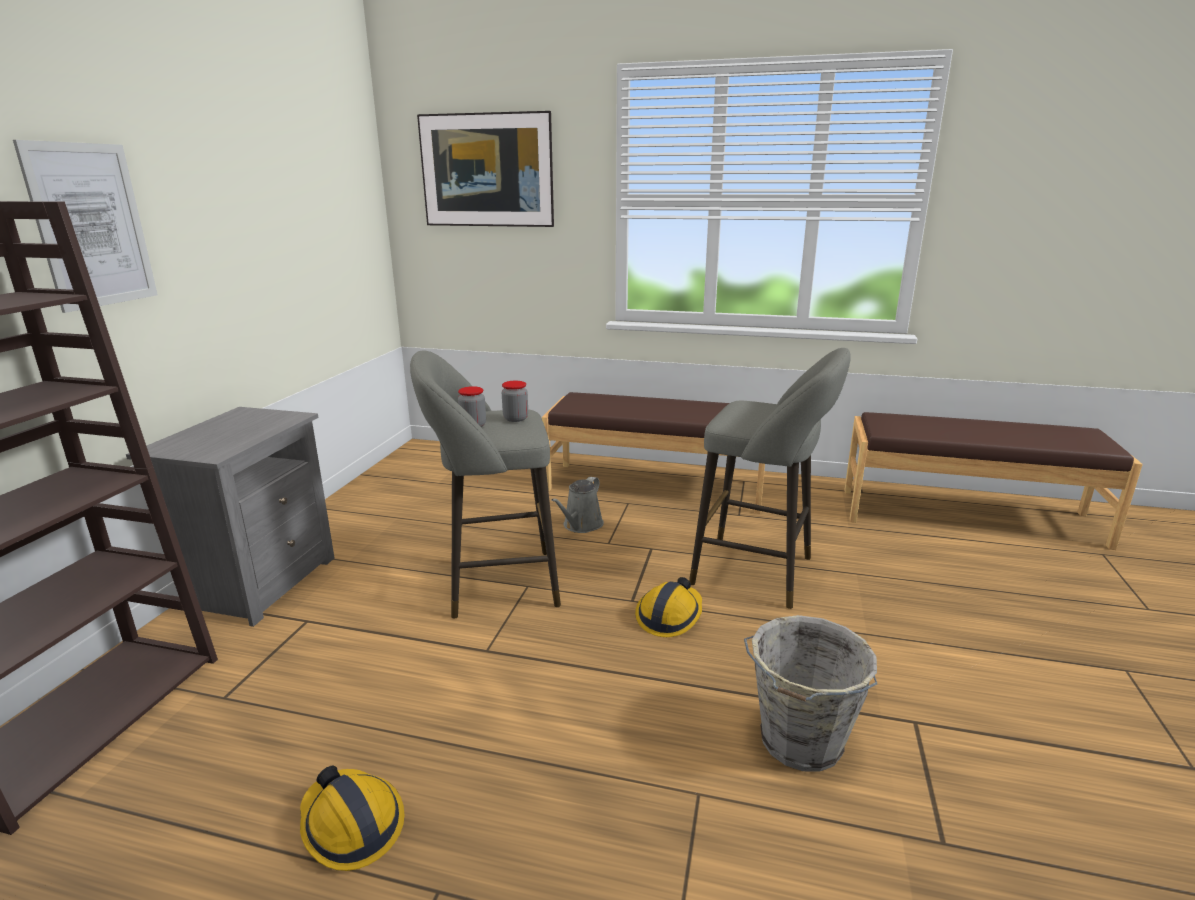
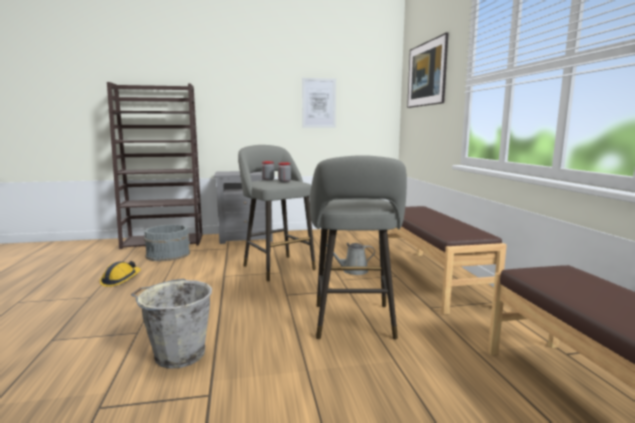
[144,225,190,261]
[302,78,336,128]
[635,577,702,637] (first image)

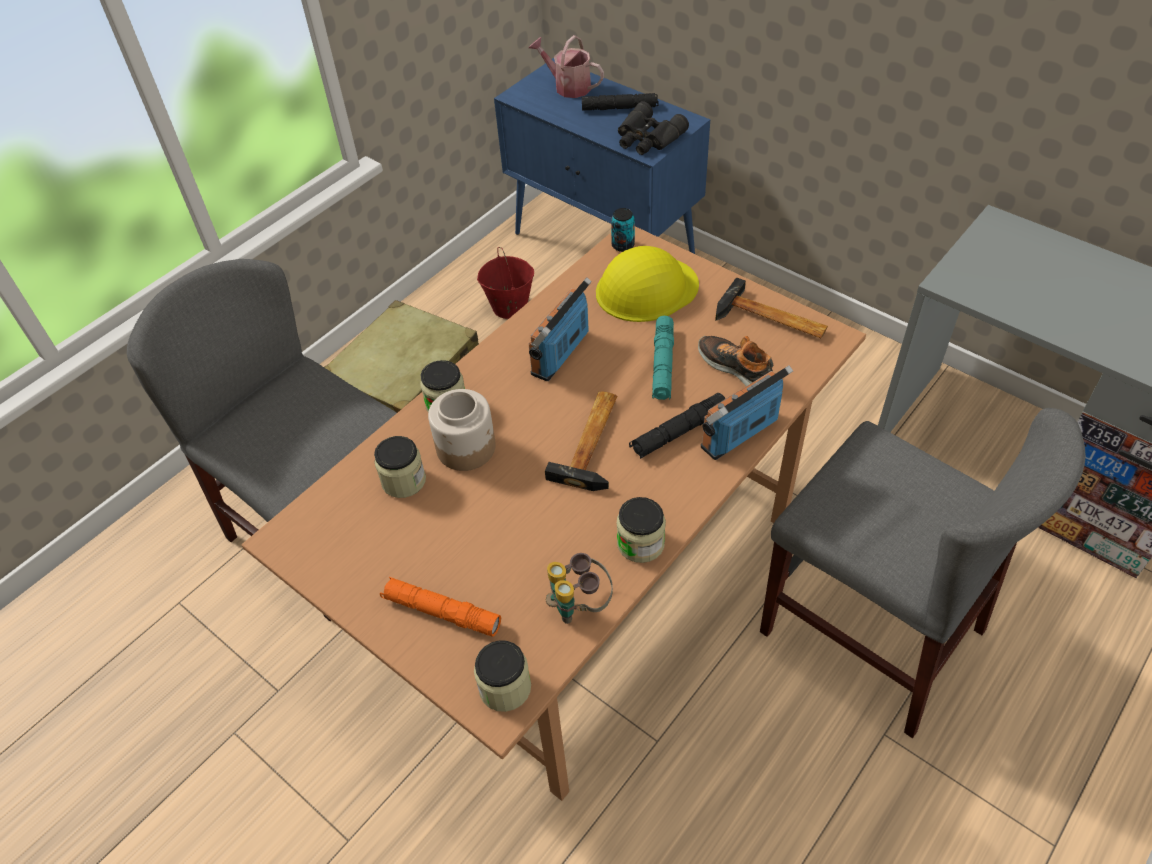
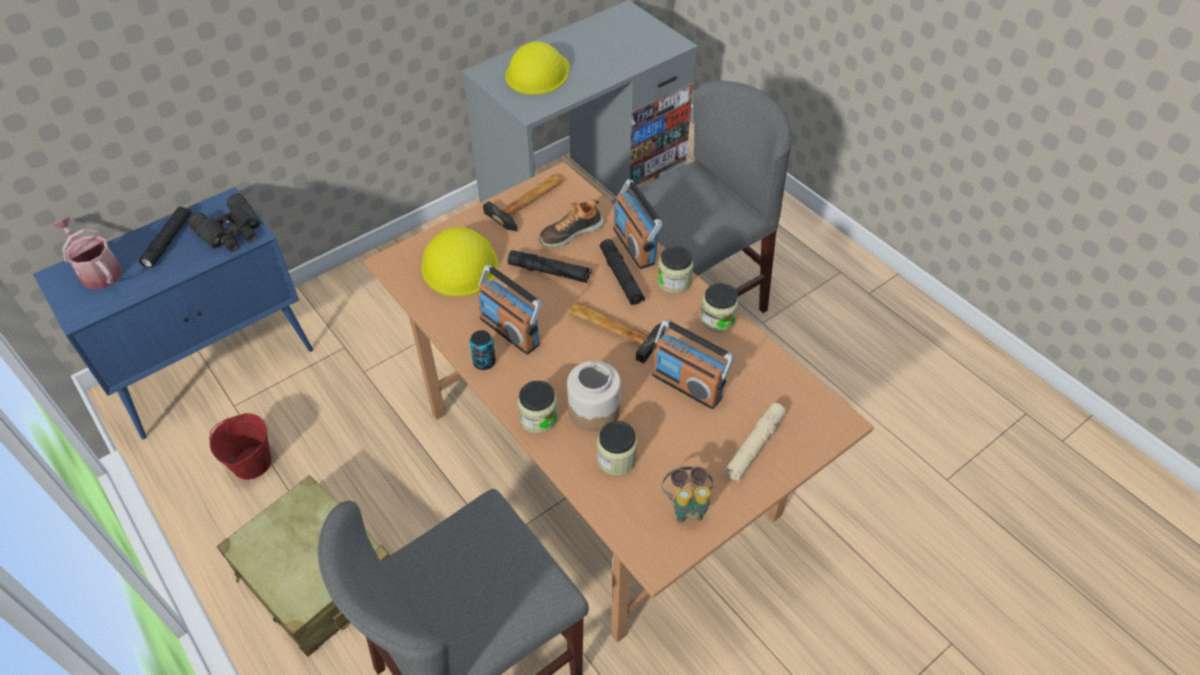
[53,217,122,290]
[470,330,496,370]
[505,41,570,95]
[508,250,592,283]
[652,319,734,409]
[658,246,693,294]
[662,466,713,523]
[723,403,786,483]

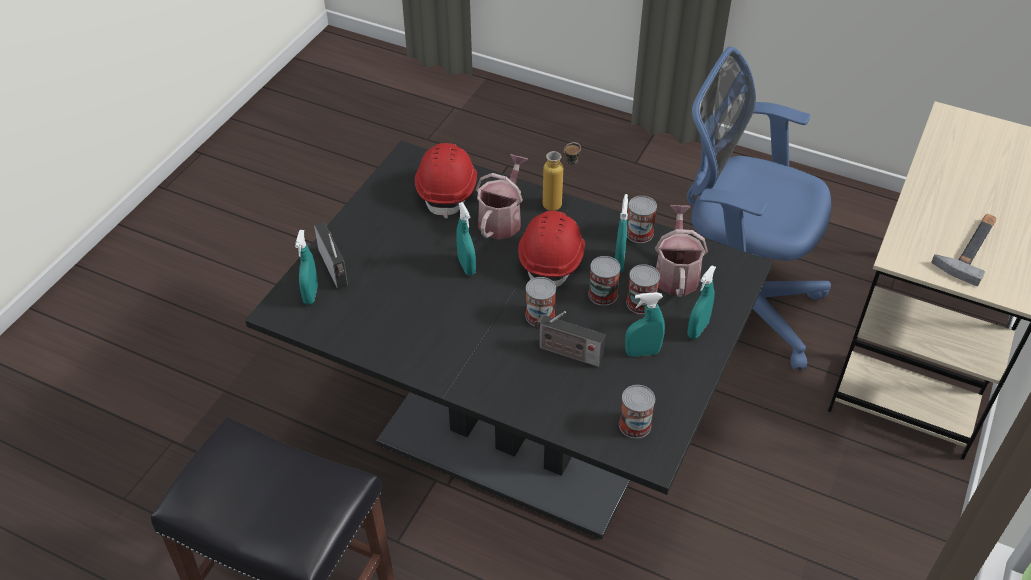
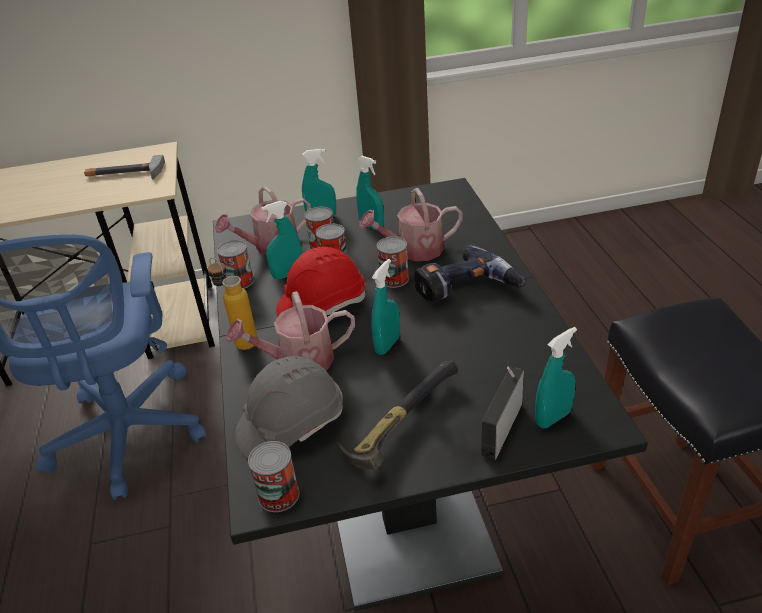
[235,356,343,458]
[248,441,300,512]
[337,361,458,470]
[359,188,463,261]
[414,245,525,302]

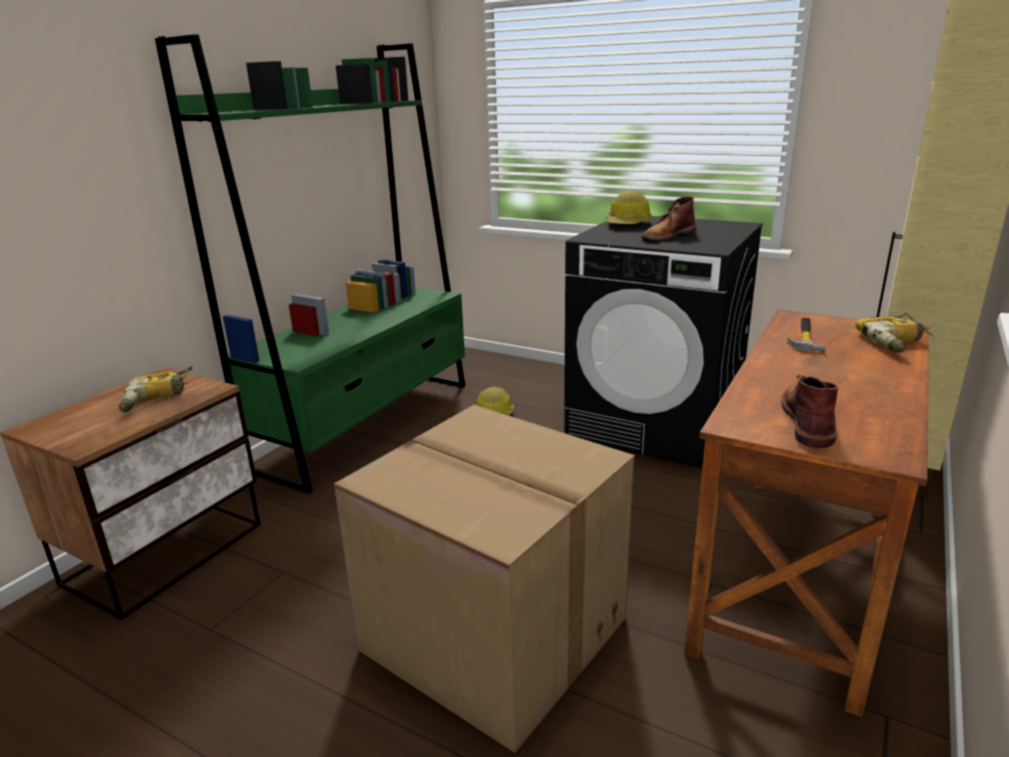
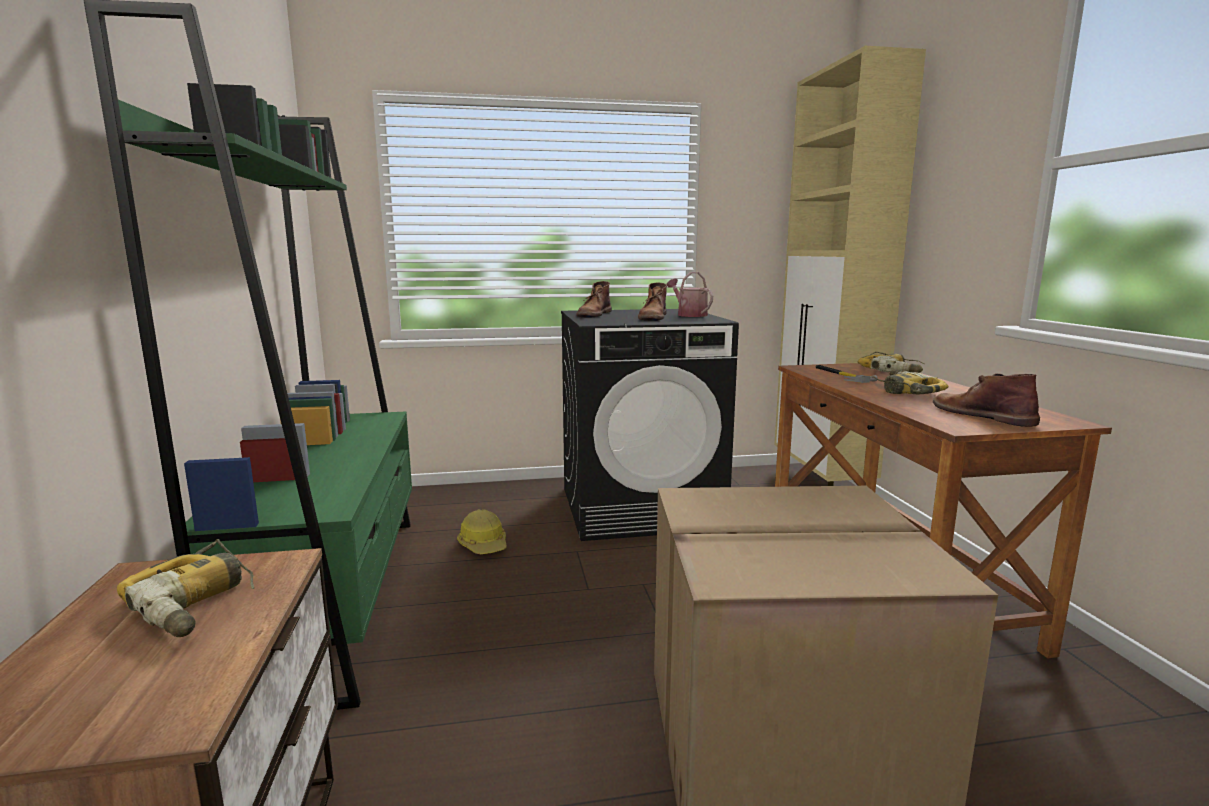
[576,281,612,317]
[667,272,713,317]
[871,369,948,394]

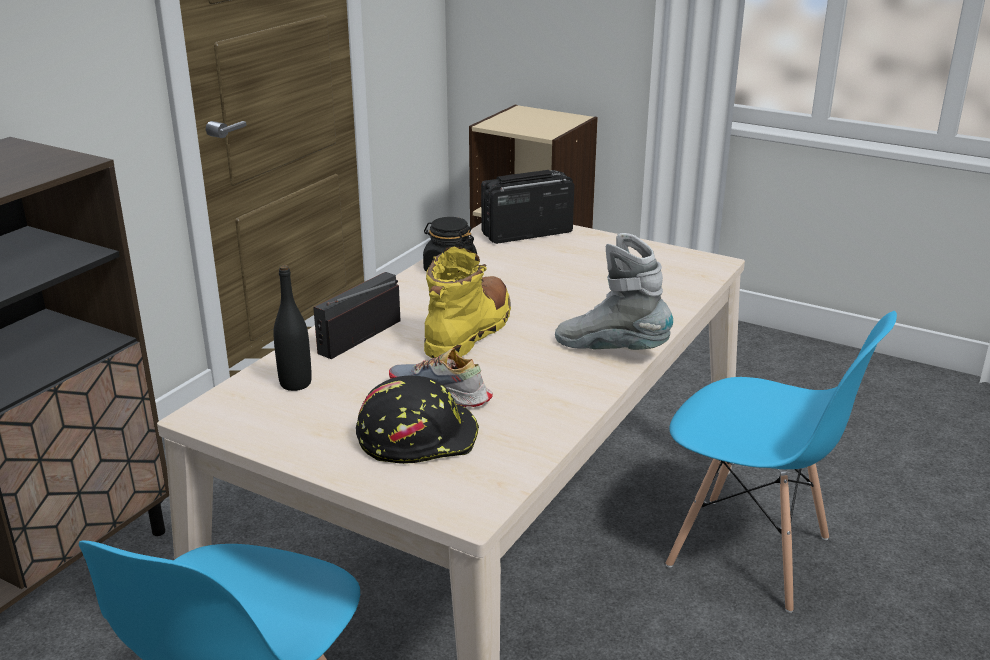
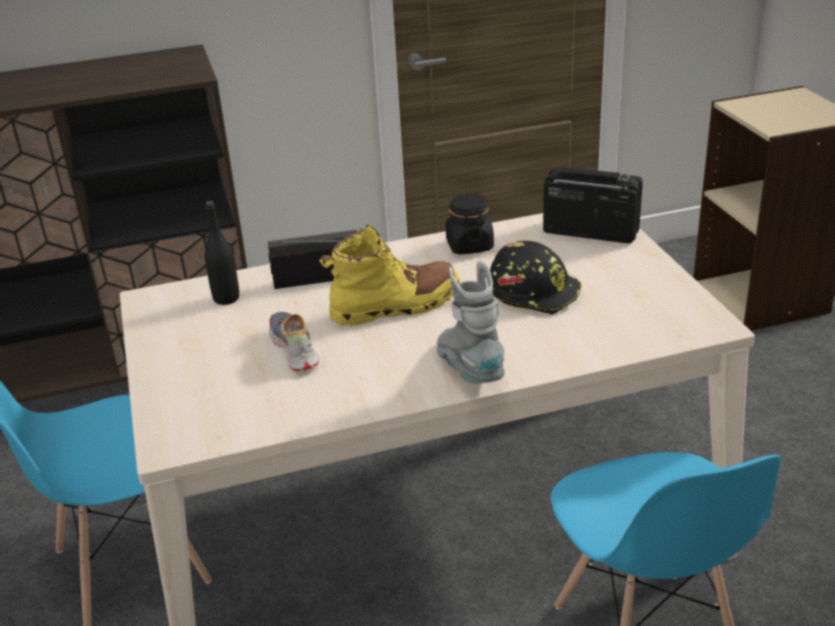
[490,241,582,314]

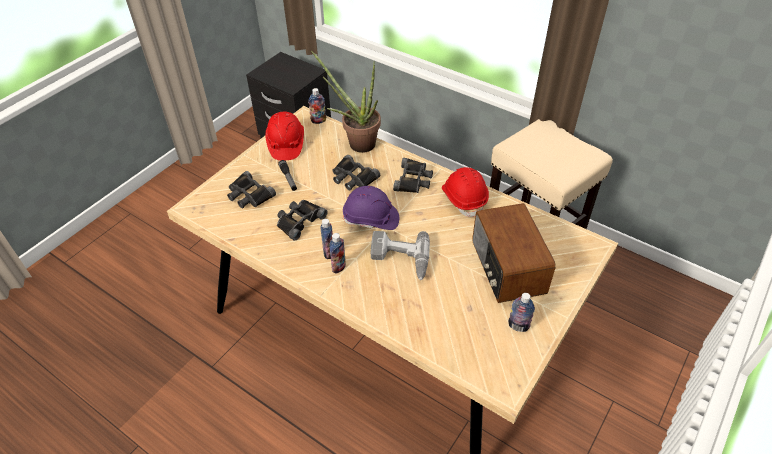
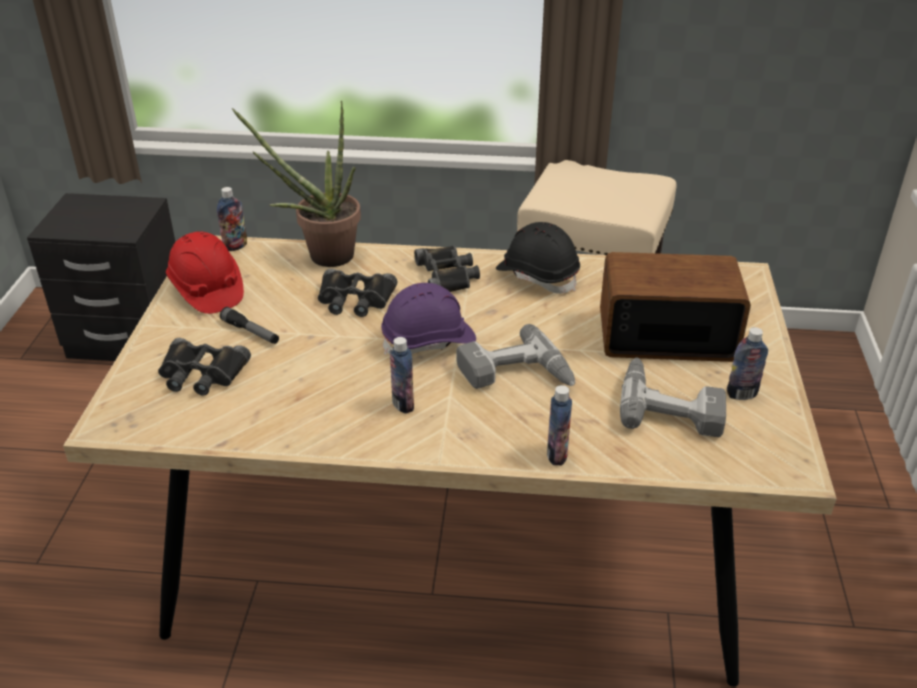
[496,222,580,294]
[547,385,572,465]
[600,252,751,362]
[620,357,726,437]
[277,200,328,241] (first image)

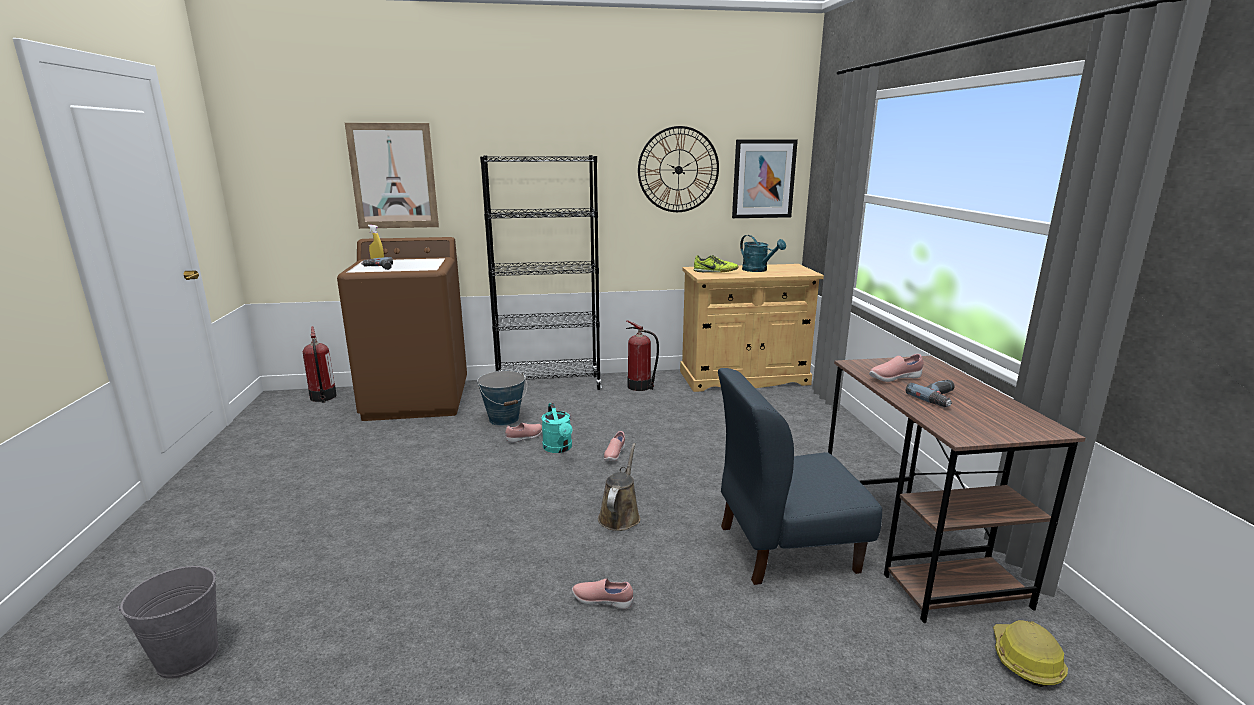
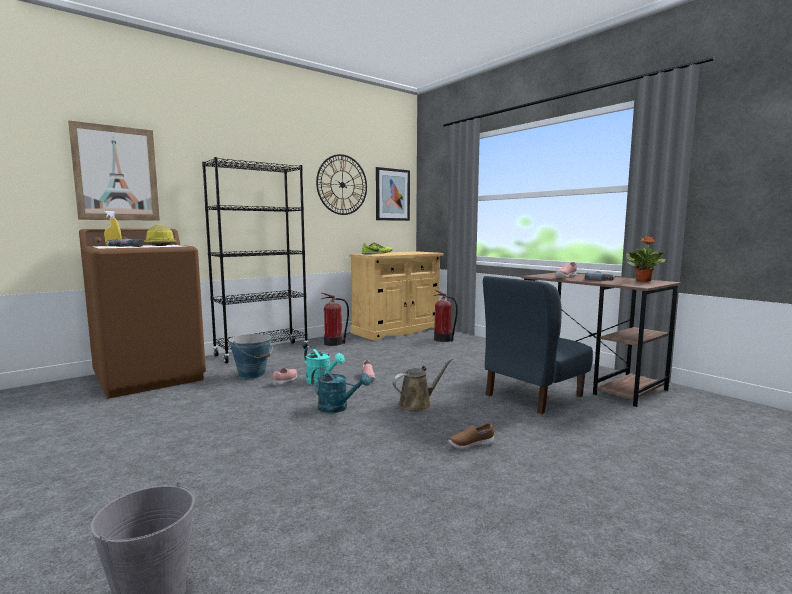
[144,225,177,246]
[311,368,371,413]
[392,358,453,411]
[434,290,458,342]
[448,423,494,449]
[626,236,666,282]

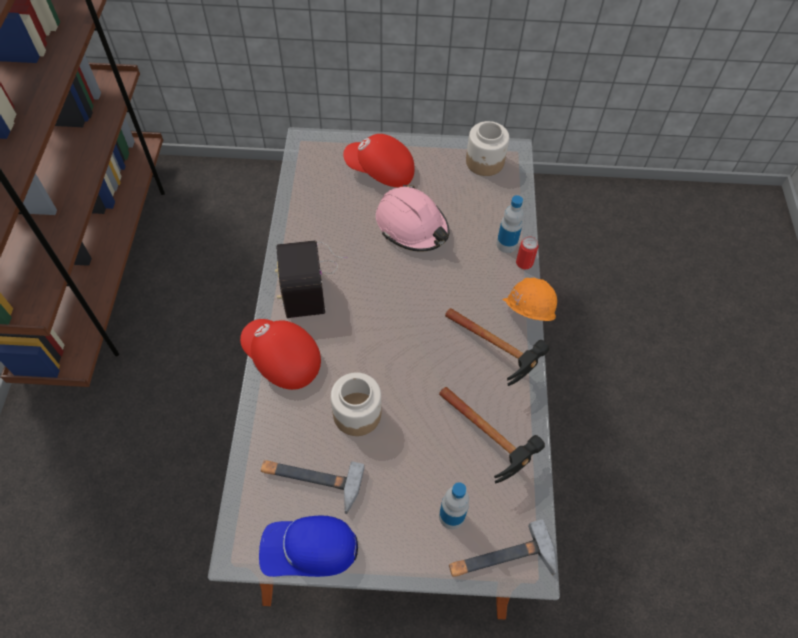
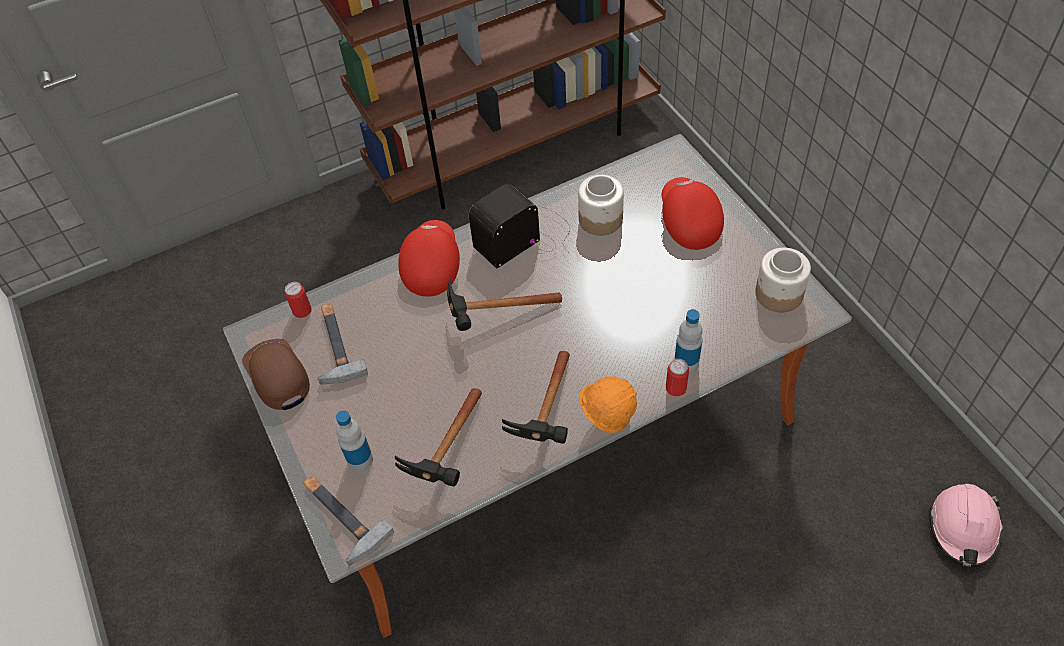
[242,339,310,410]
[285,282,312,318]
[447,277,562,331]
[578,175,624,236]
[929,484,1003,567]

